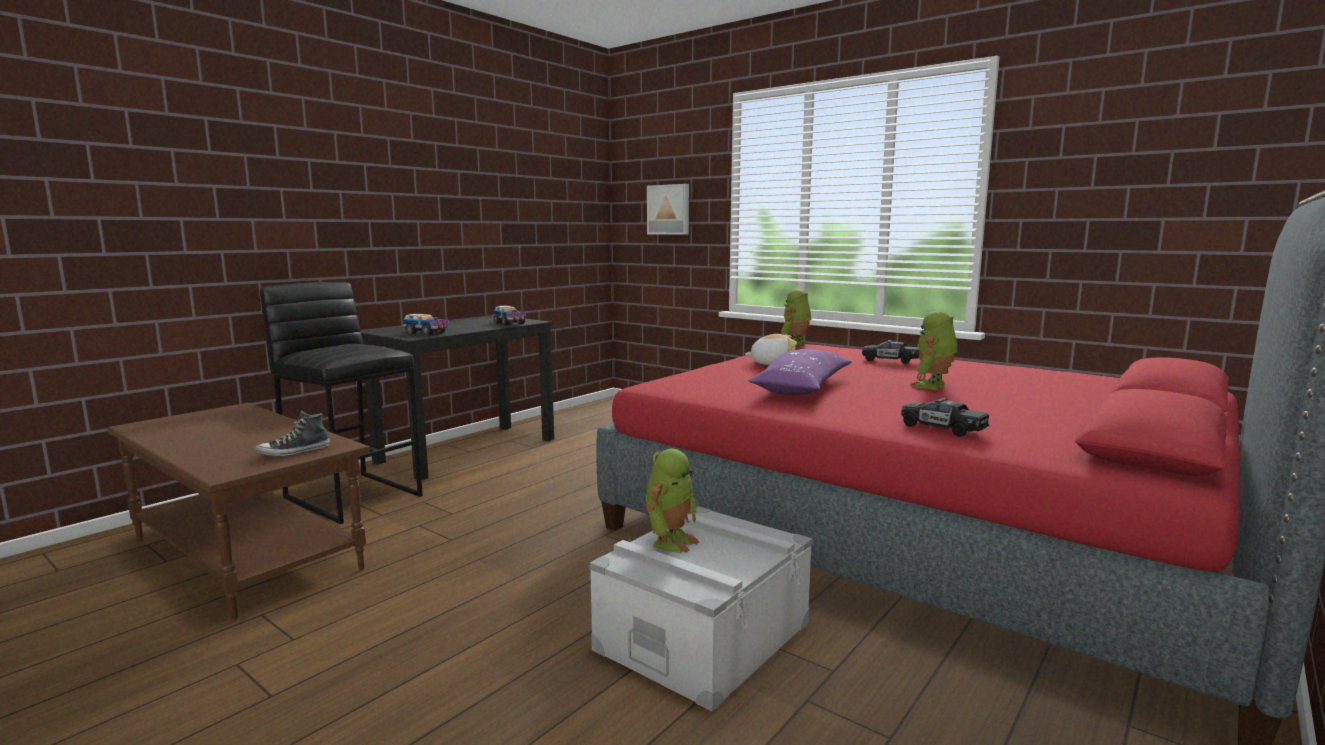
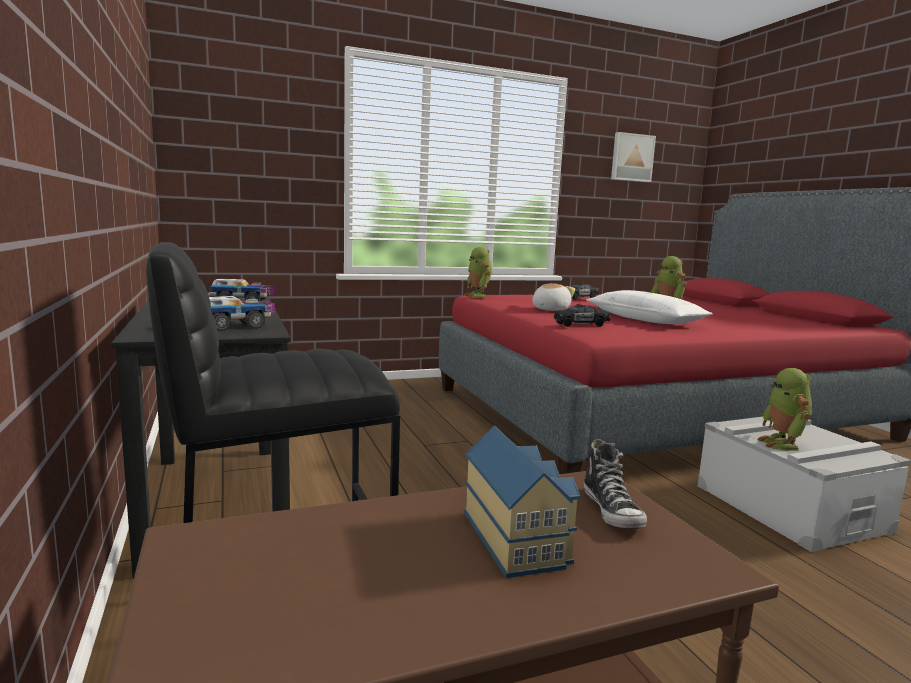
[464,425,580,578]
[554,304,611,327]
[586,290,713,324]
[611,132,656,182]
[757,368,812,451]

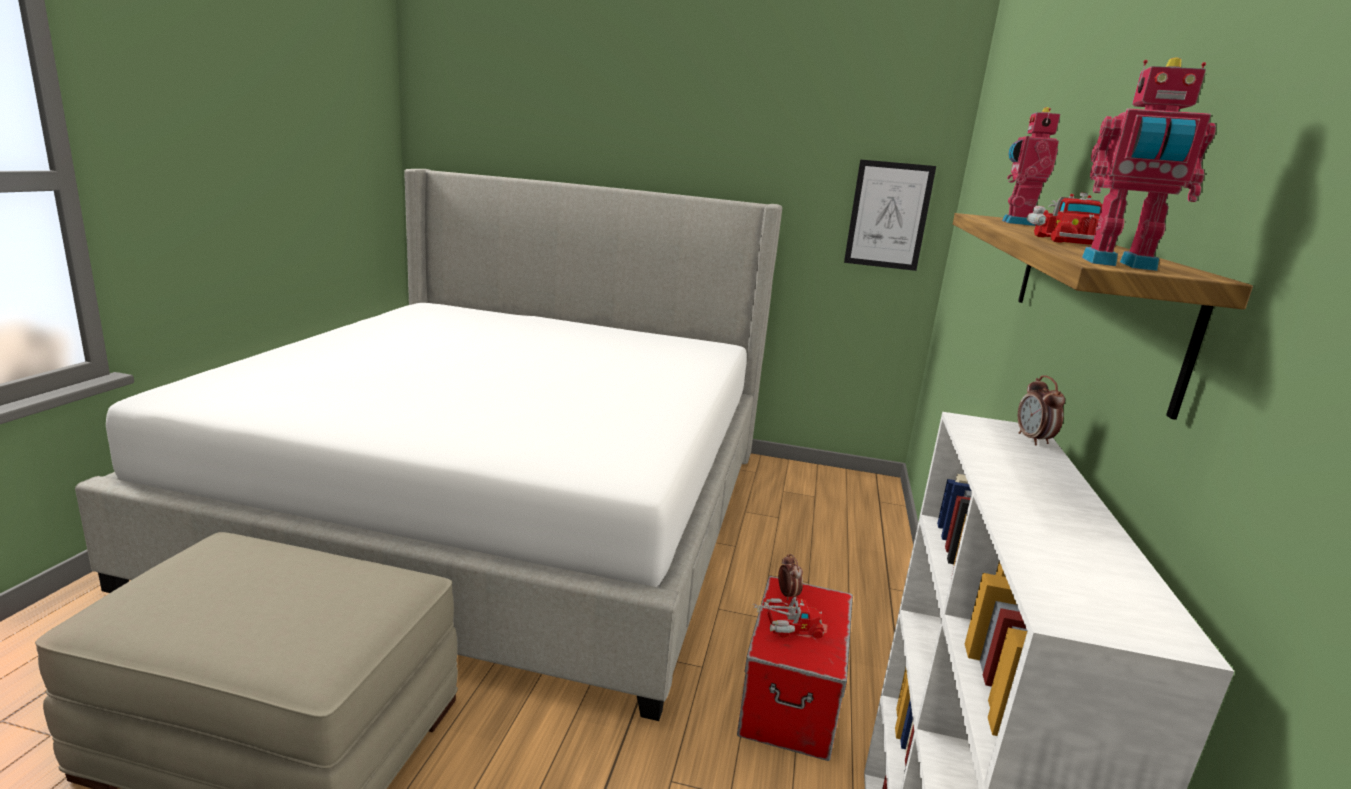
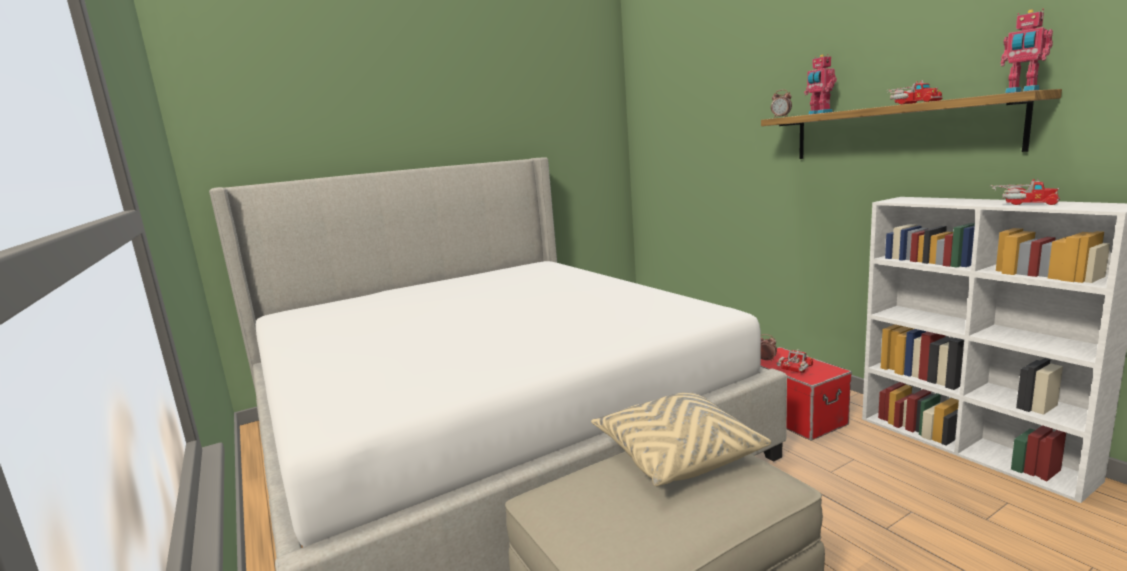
[591,392,771,486]
[771,90,792,118]
[990,178,1060,205]
[1001,8,1053,93]
[844,160,936,271] (first image)

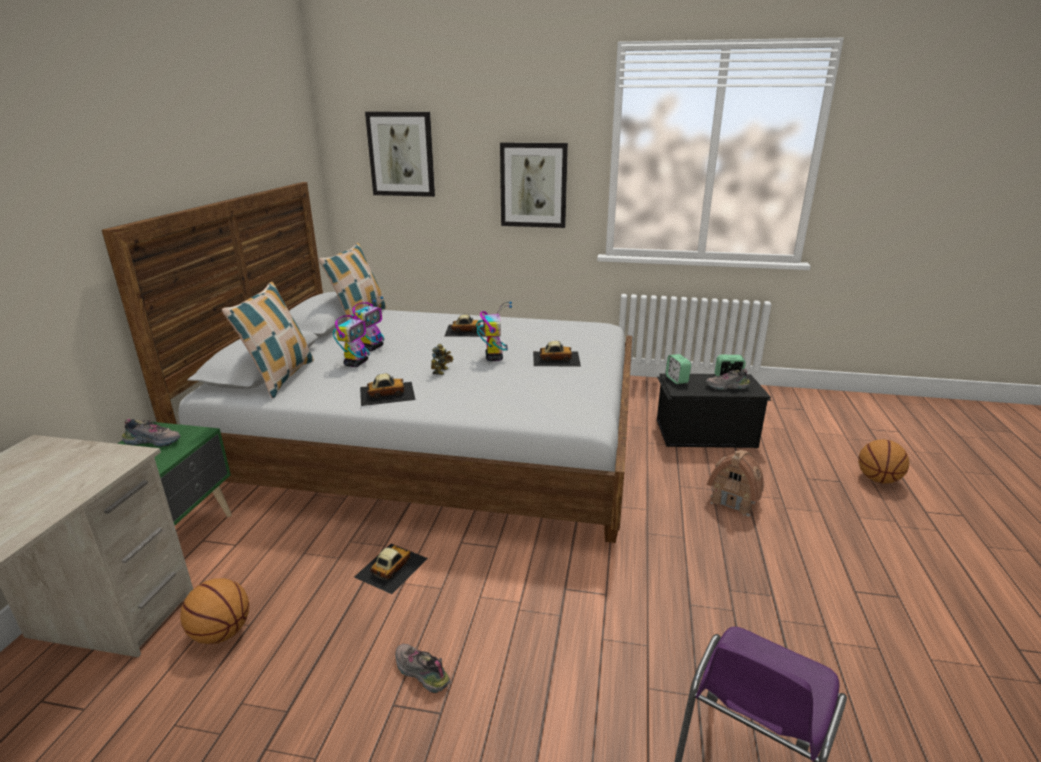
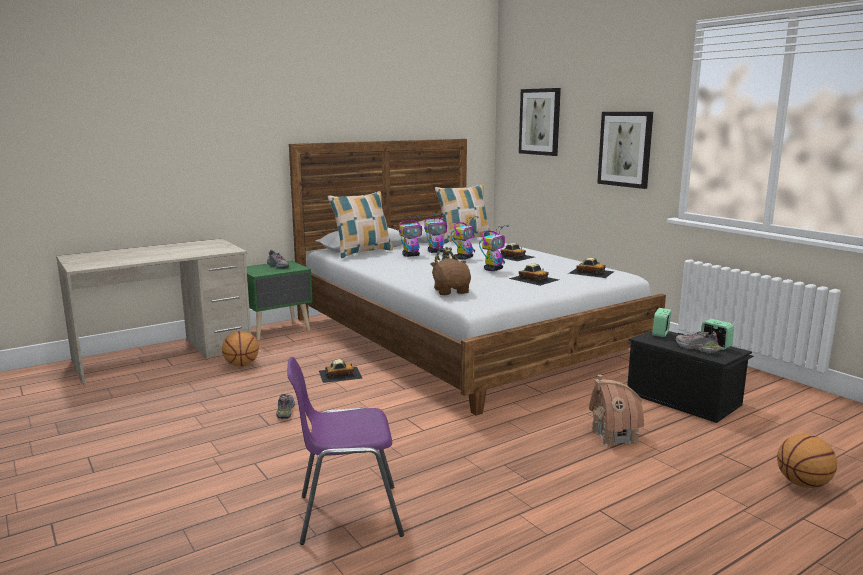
[430,258,471,295]
[451,216,479,260]
[568,258,614,278]

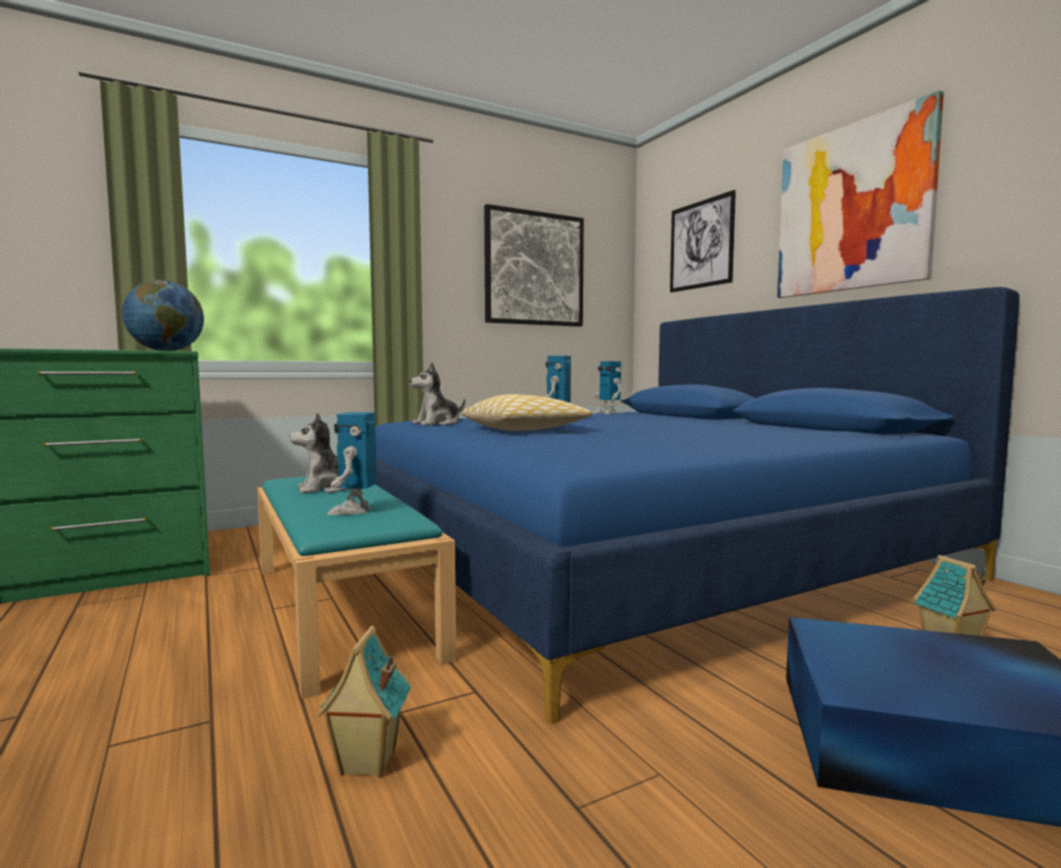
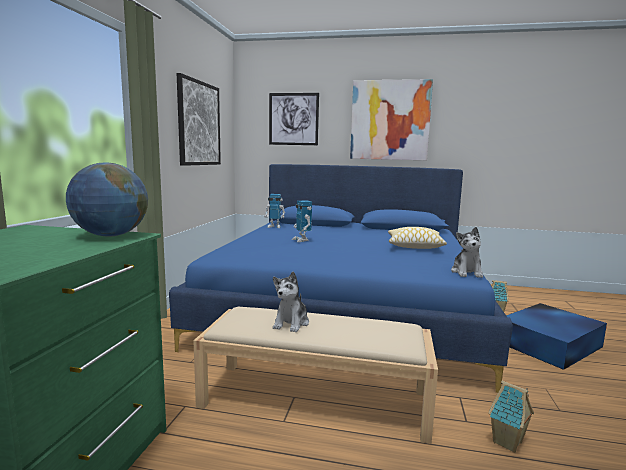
[193,307,438,444]
[388,227,447,249]
[451,227,483,278]
[327,412,377,515] (first image)

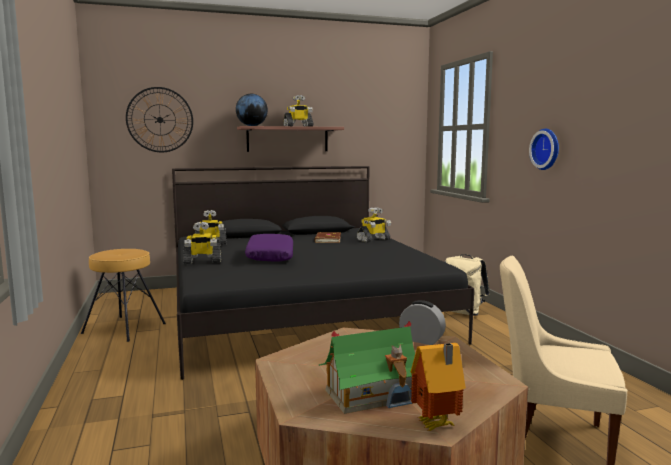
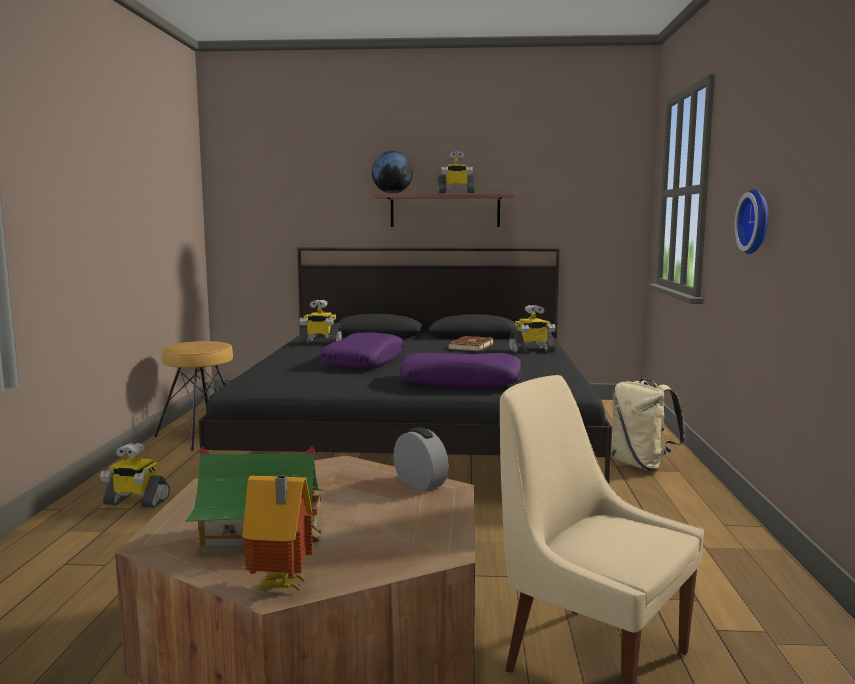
[100,443,170,508]
[399,353,521,389]
[126,87,193,152] (first image)

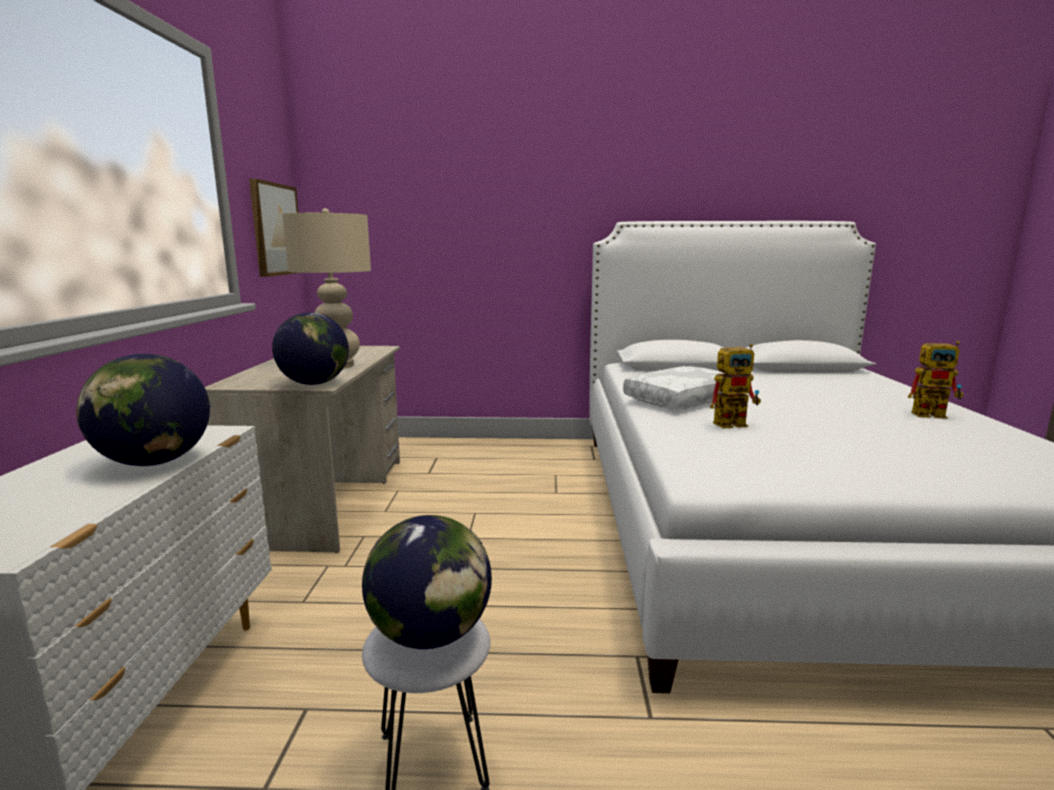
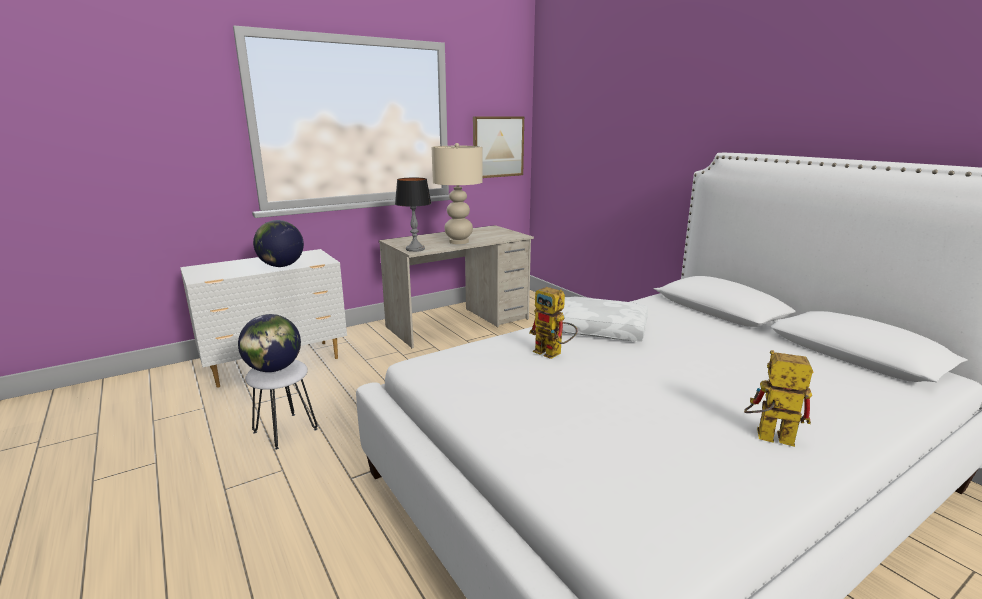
[395,178,431,252]
[744,350,813,447]

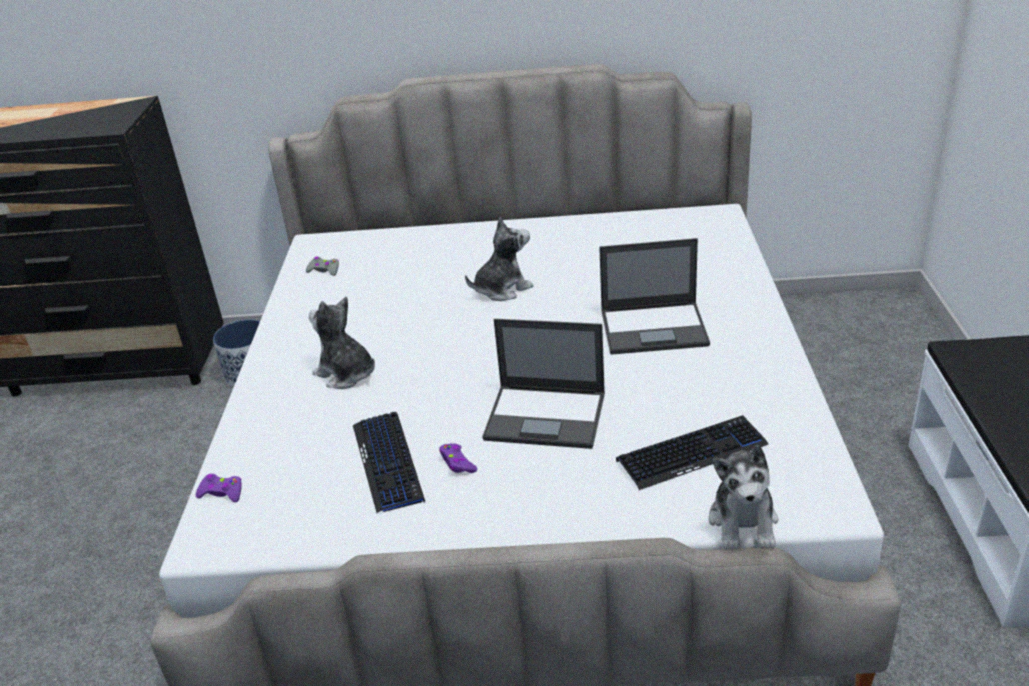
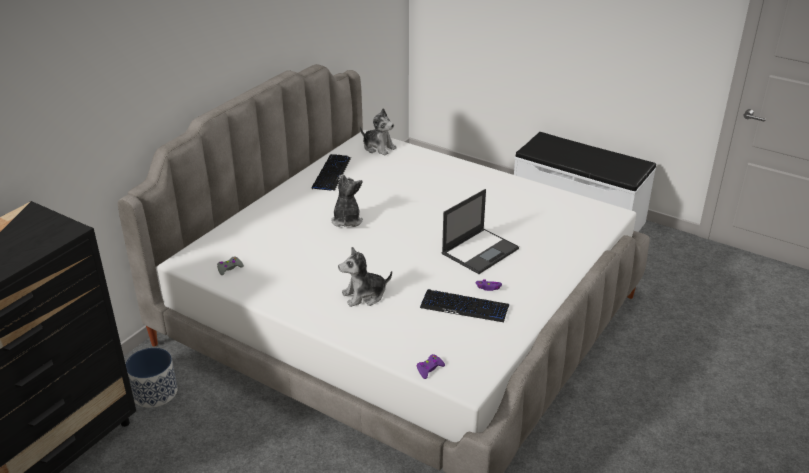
[312,154,351,191]
[360,108,397,156]
[599,238,710,355] (first image)

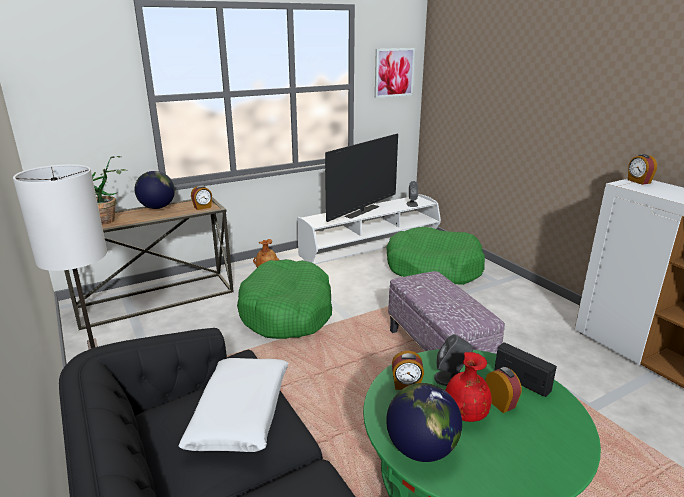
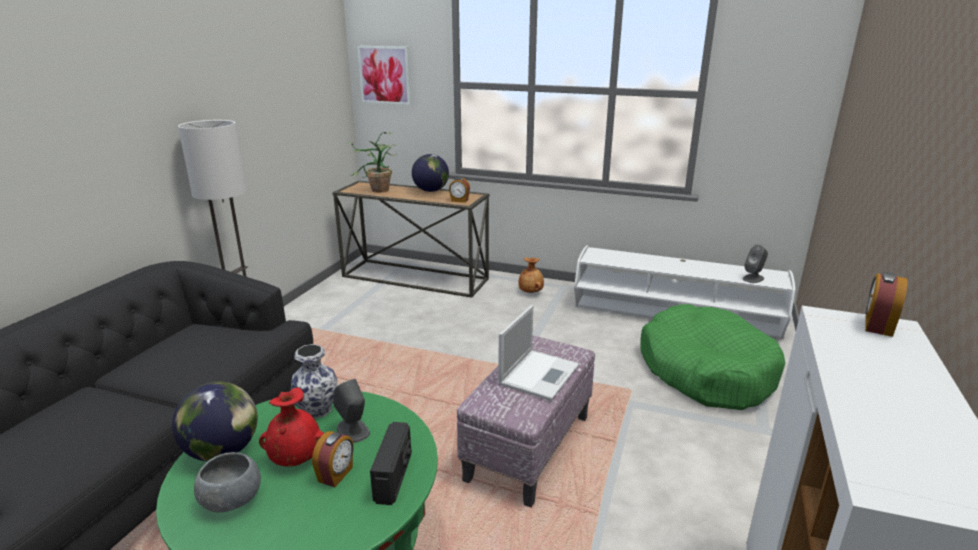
[194,452,261,513]
[291,344,338,418]
[357,46,411,105]
[498,305,579,401]
[178,358,288,452] (first image)
[237,259,332,339] (first image)
[325,134,398,222] (first image)

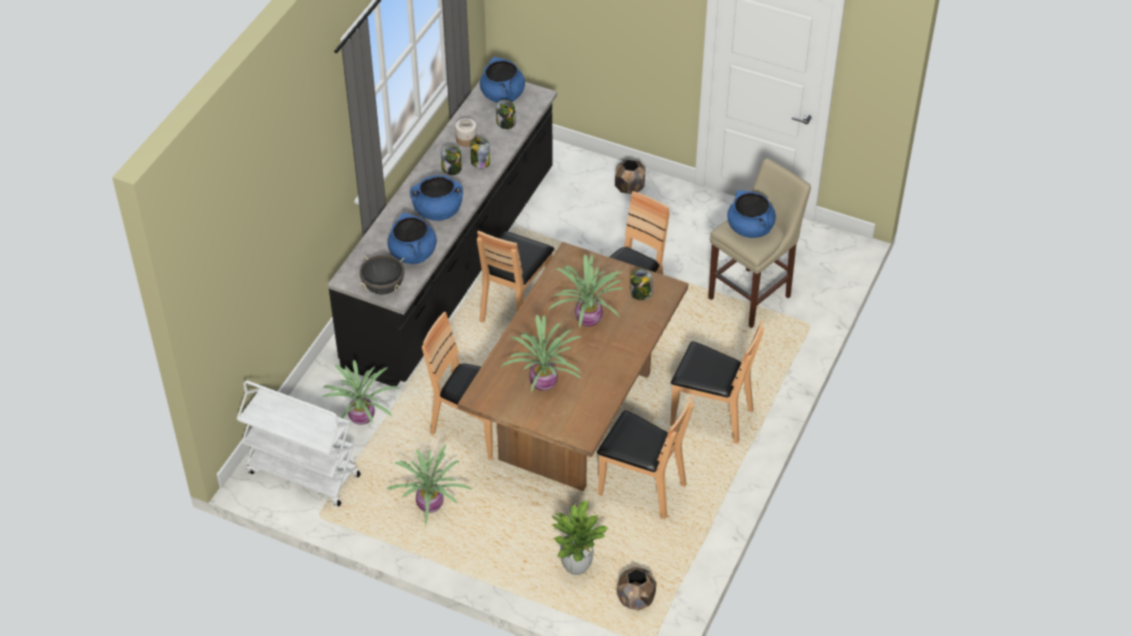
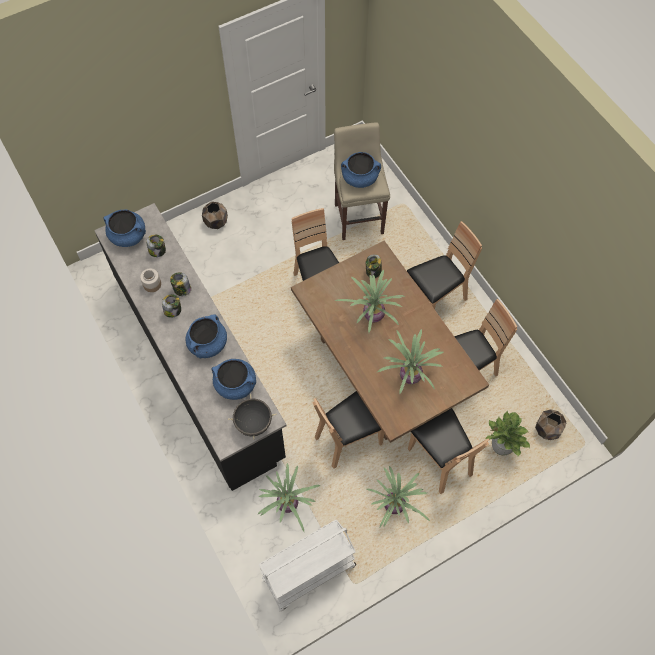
[408,408,489,494]

